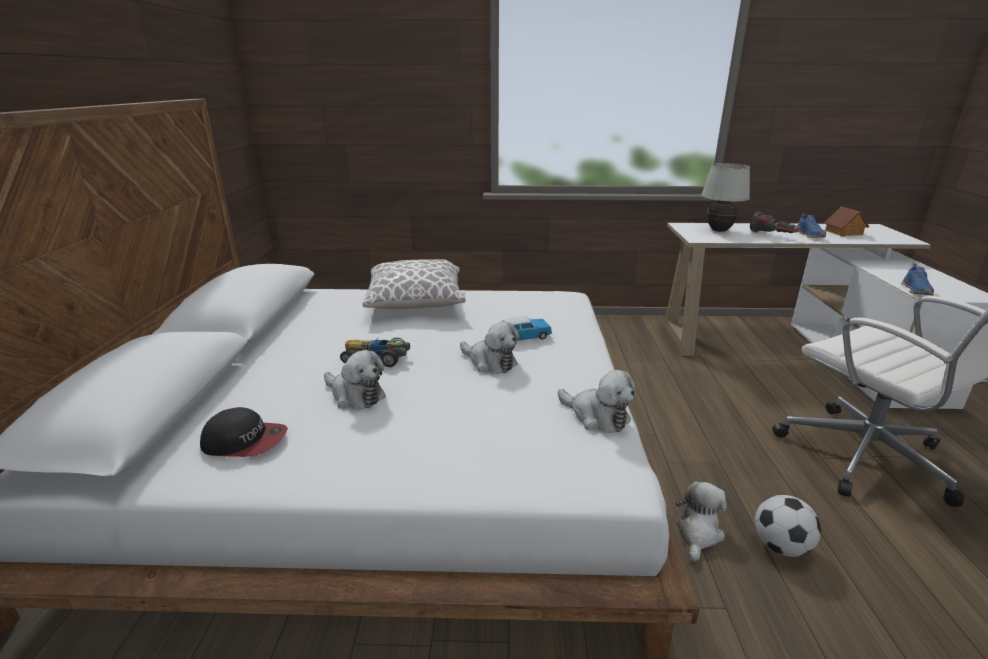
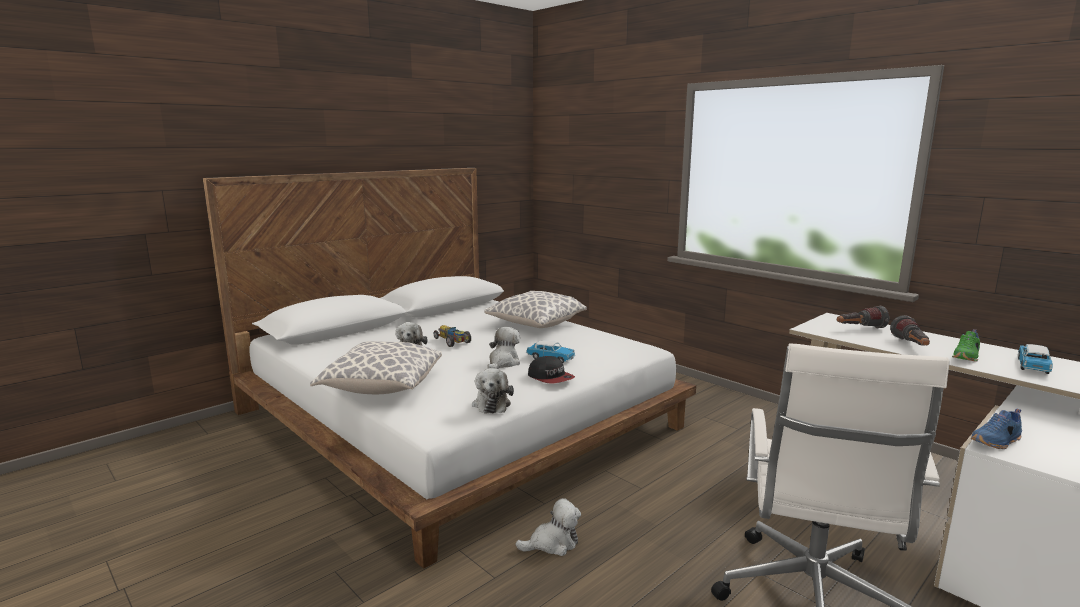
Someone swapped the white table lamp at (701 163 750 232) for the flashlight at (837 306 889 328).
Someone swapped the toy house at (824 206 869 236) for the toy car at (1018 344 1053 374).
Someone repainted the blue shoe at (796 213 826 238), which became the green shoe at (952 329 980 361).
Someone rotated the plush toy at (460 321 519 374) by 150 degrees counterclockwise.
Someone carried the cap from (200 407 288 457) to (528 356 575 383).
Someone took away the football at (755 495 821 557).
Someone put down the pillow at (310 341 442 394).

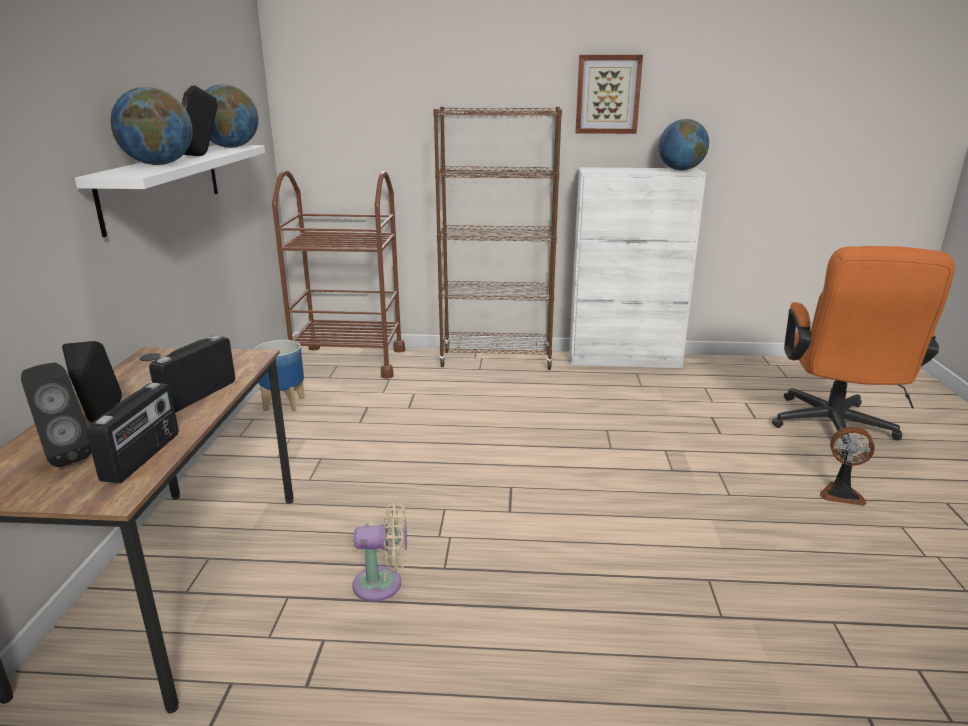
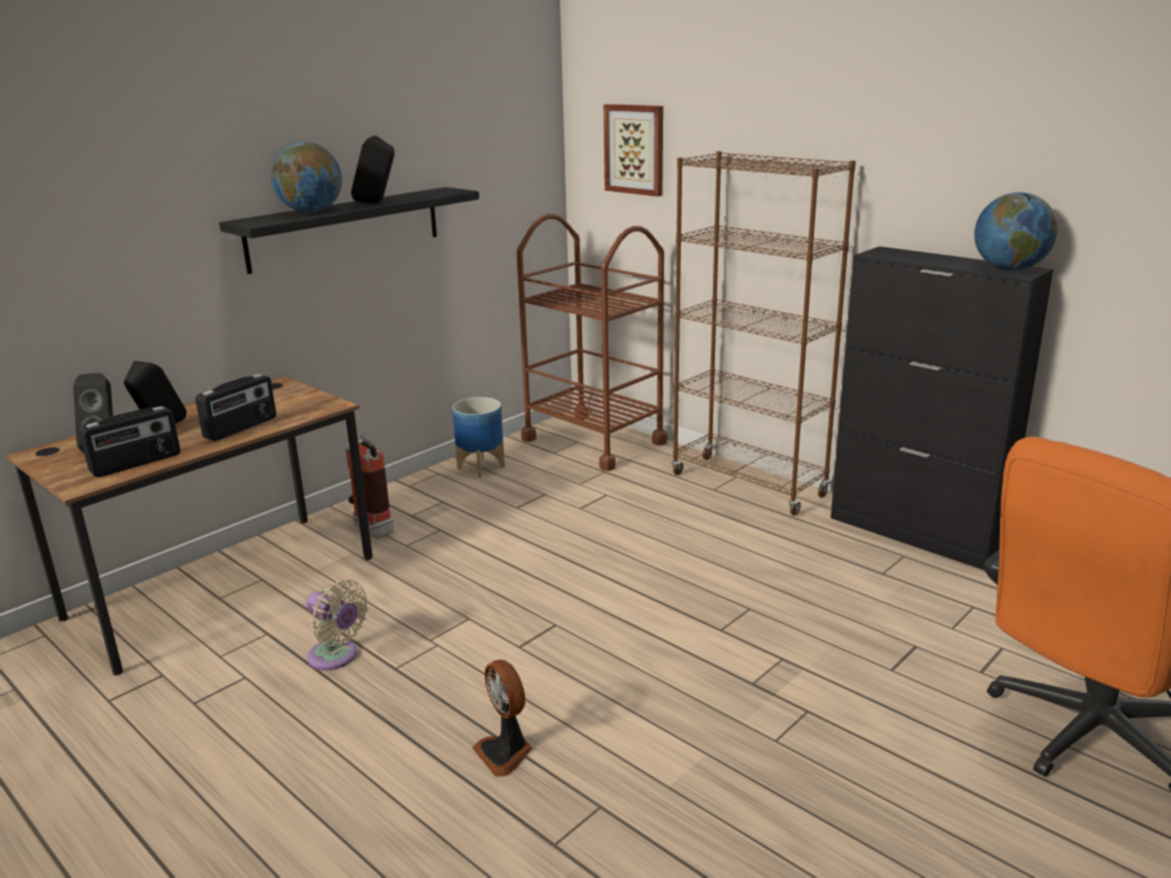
Someone carried the picture from (575 55 643 134) to (604 104 663 197).
Someone took away the globe at (205 84 259 148).
Someone repainted the white shelf at (75 145 265 237), which became the black shelf at (219 187 479 274).
Someone repainted the white cabinet at (569 167 706 368), which became the black cabinet at (831 246 1054 571).
Someone rotated the radio at (149 335 235 413) by 150 degrees clockwise.
Someone carried the fan from (820 427 875 506) to (472 659 532 777).
Someone put down the fire extinguisher at (345 434 394 539).

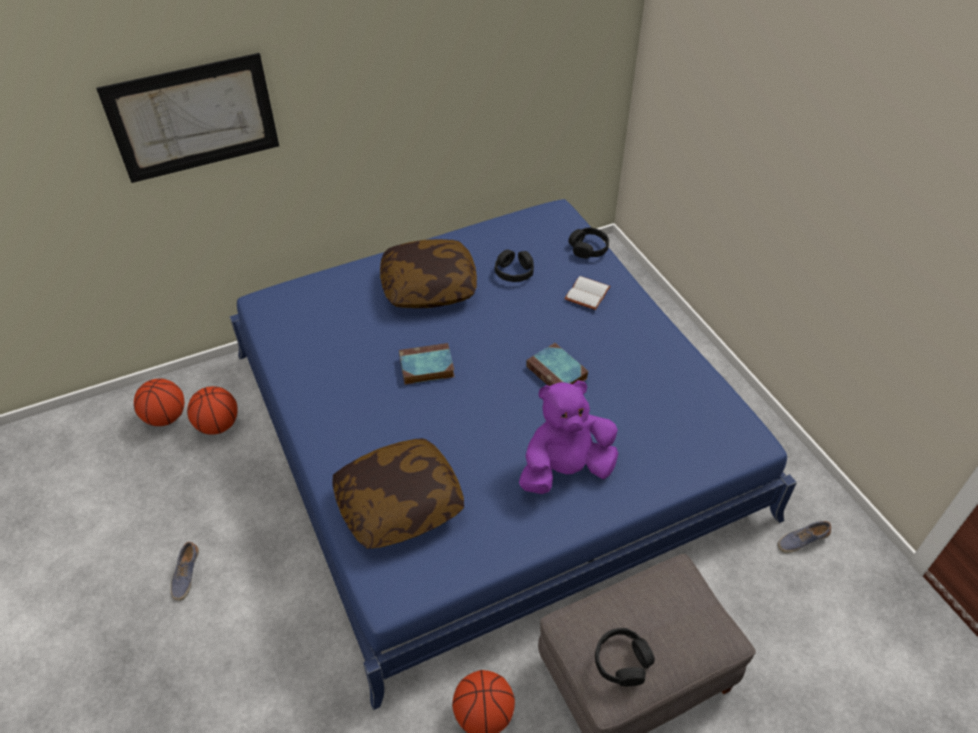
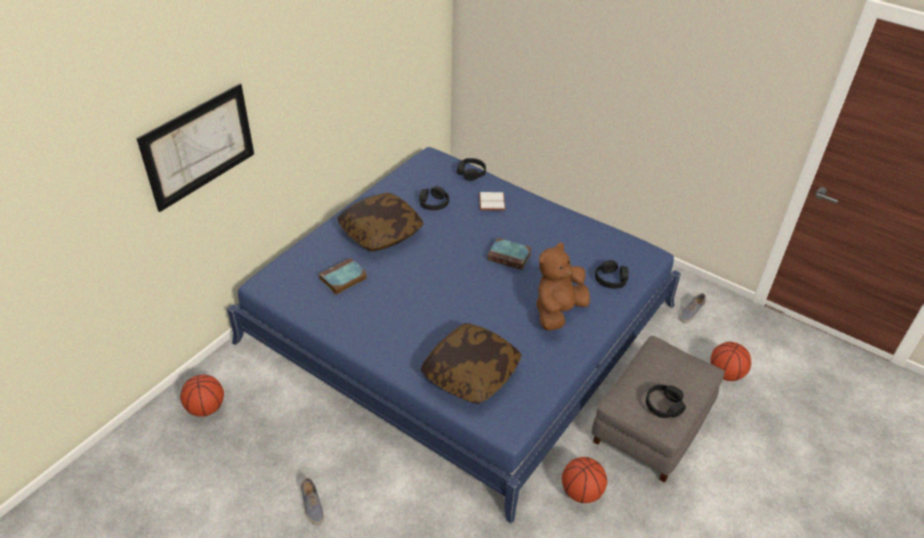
Someone carried the book from (399 343 455 385) to (319 258 367 295).
Someone repainted the purple plush toy at (519 380 618 494), which became the brown plush toy at (537 243 590 331).
Someone carried the basketball from (187 386 238 435) to (710 342 751 381).
Someone put down the black headphones at (595 260 629 289).

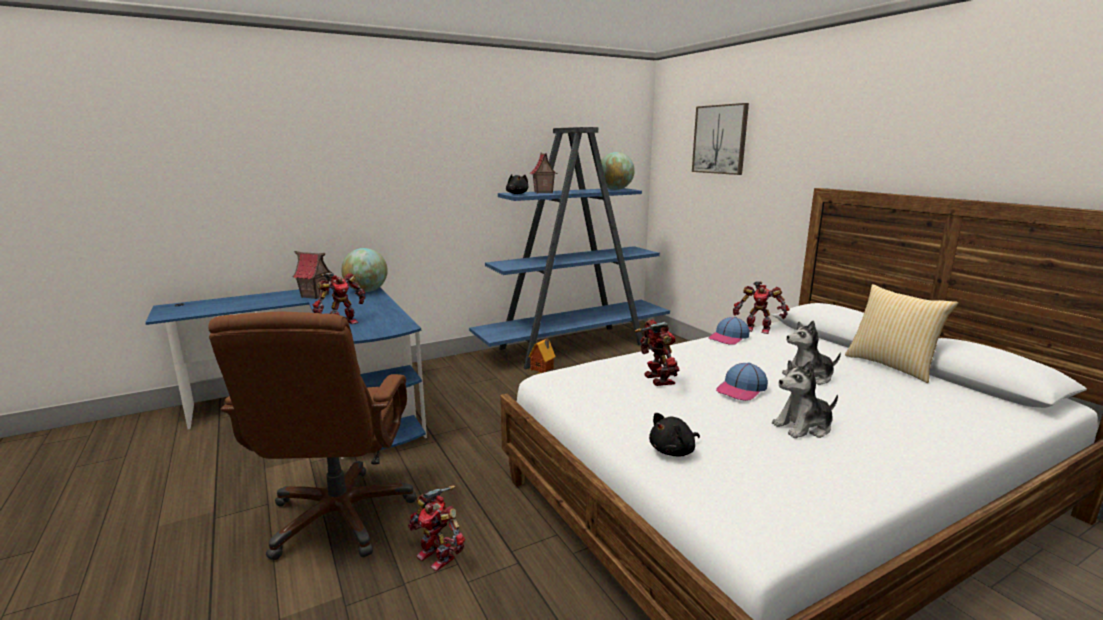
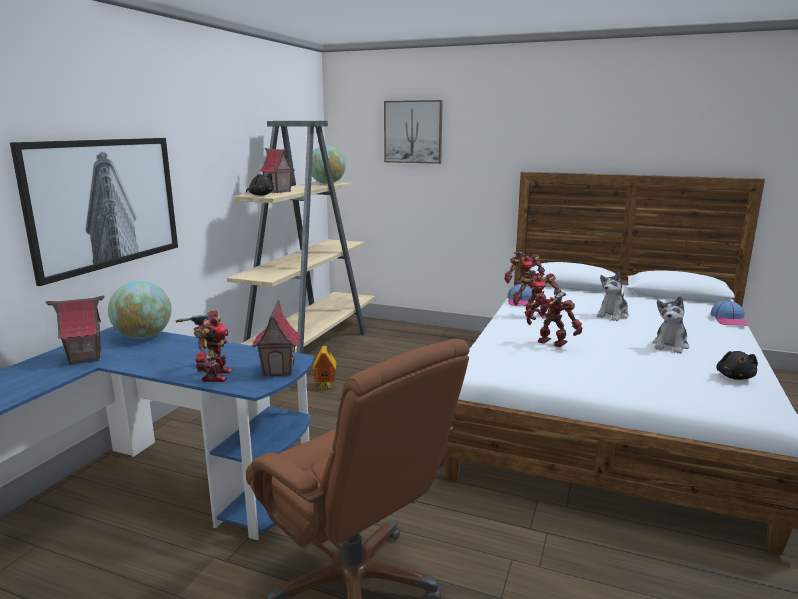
Someone repainted the blue bookcase at (469 127 670 369), which became the beige bookcase at (227 121 375 385).
Someone took away the pillow at (845 284 958 383).
Someone carried the cap from (716 363 768 401) to (711 300 748 326).
Someone carried the black plush toy from (649 413 700 456) to (716 351 758 380).
Someone carried the toy robot from (408 486 465 571) to (513 270 562 319).
Someone put up the picture at (10 138 178 286).
Someone put down the toy house at (252 300 301 377).

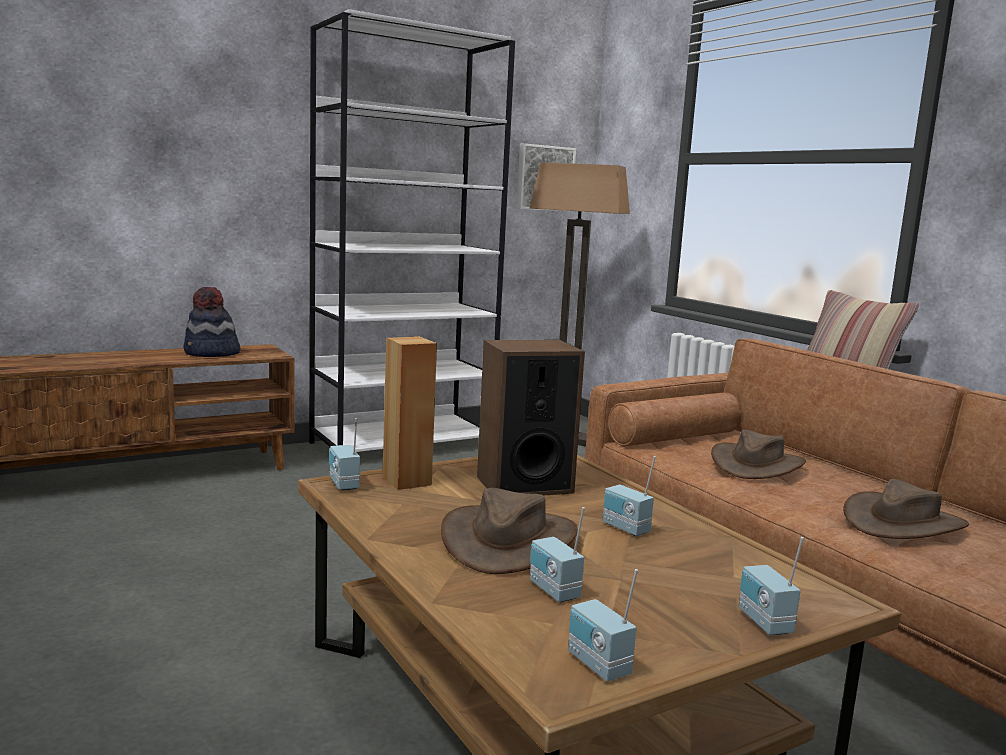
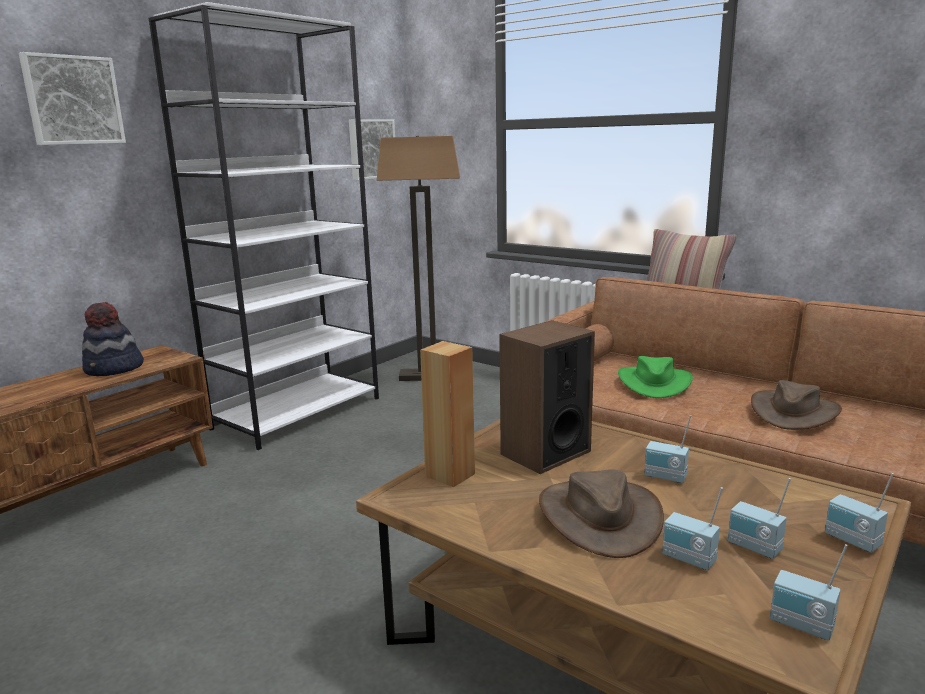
Someone carried the radio from (329 418 360 491) to (728 478 791 559).
Someone repainted the brown hat at (711 430 806 479), which became the green hat at (618 356 693 398).
Someone put up the picture at (19 52 126 145).

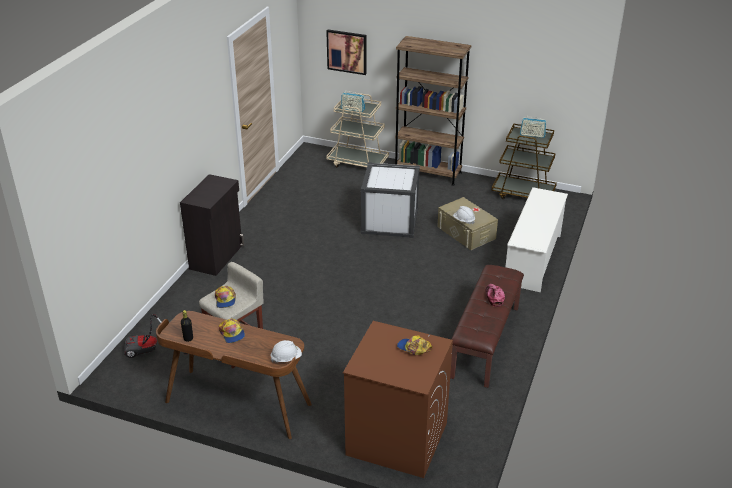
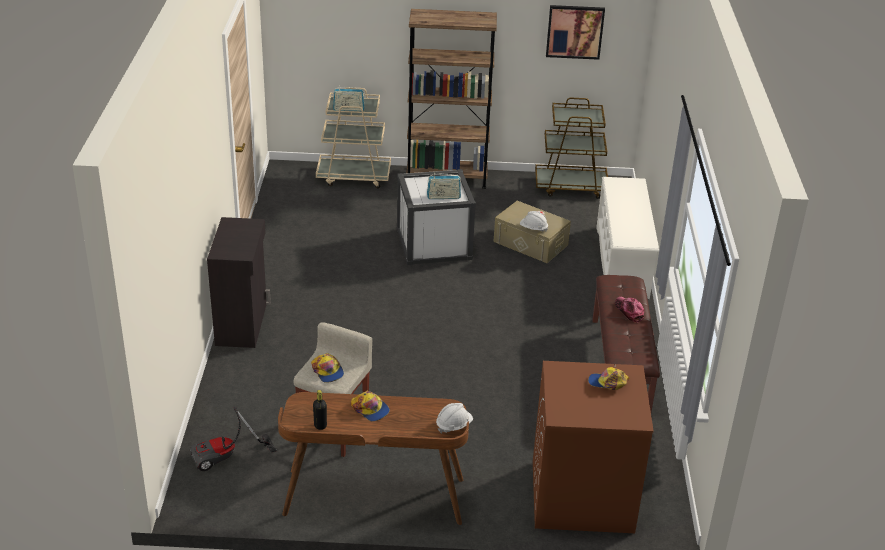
Someone carried the picture from (326 29 366 75) to (546 5 605 60).
Someone carried the radio from (520 115 547 138) to (427 173 461 199).

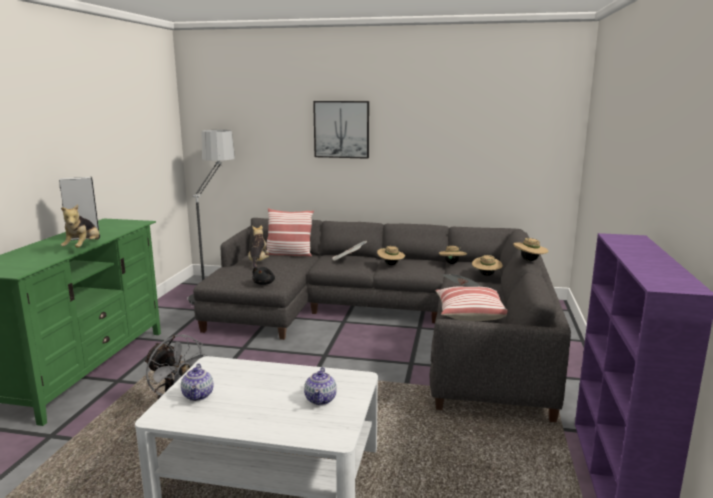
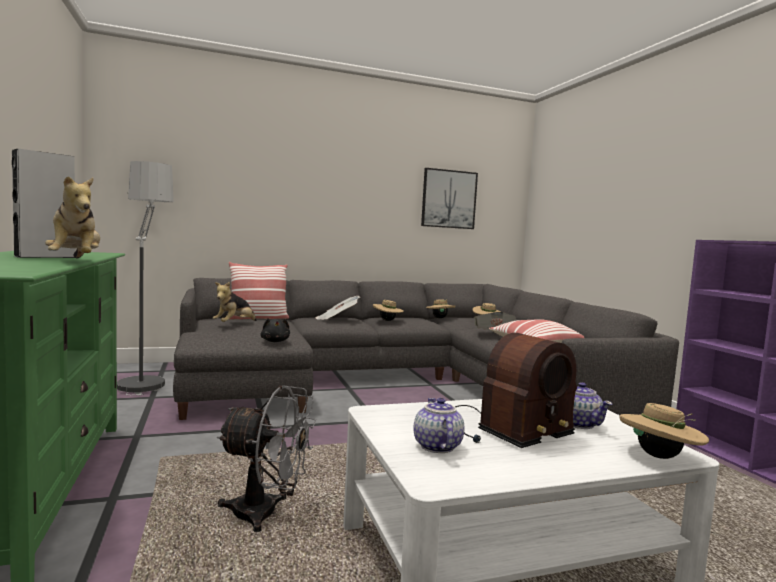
Someone carried the picture from (313 101 369 159) to (421 168 478 229).
Someone rotated the plush toy at (248 225 269 267) by 120 degrees counterclockwise.
Someone carried the beige hat from (513 238 549 261) to (620 403 709 459).
Someone rotated the teapot at (181 364 213 401) by 150 degrees counterclockwise.
Someone put down the radio at (455 333 577 448).

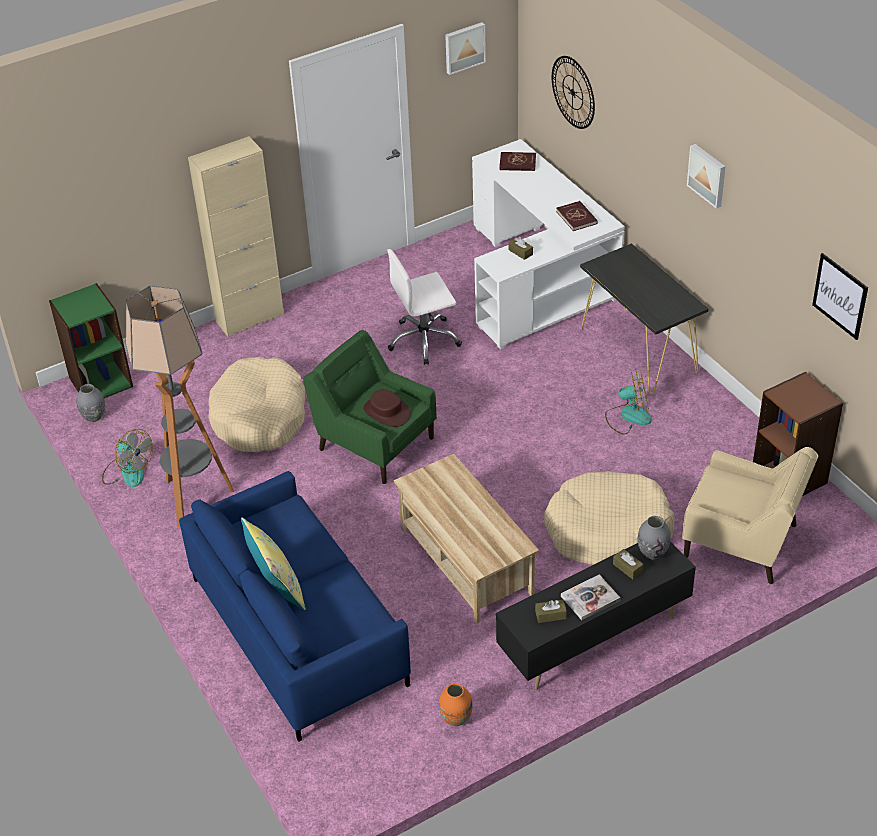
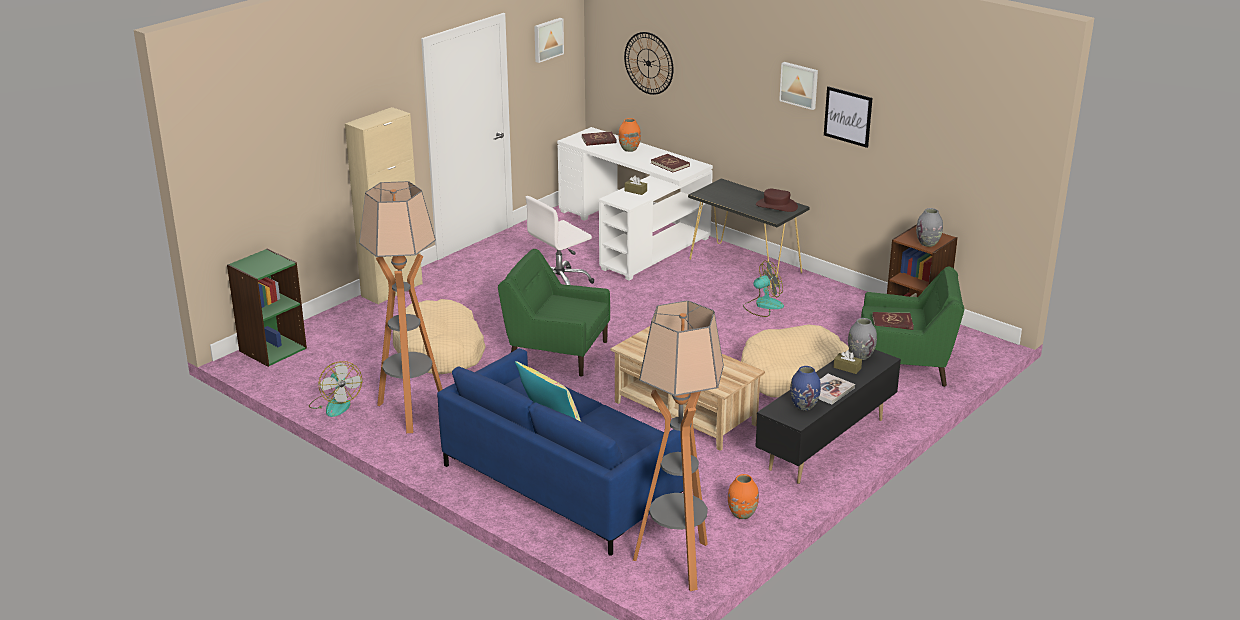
Someone carried the picture from (812 253 868 340) to (824 86 872 148).
Someone carried the grey vase from (76 384 105 422) to (916 208 943 247).
Someone carried the brown hat from (363 389 411 427) to (756 189 798 212).
Someone rotated the fan at (102 429 153 487) by 45 degrees clockwise.
Someone repainted the beige armchair at (682 447 818 584), which became the green armchair at (861 267 964 387).
Someone swapped the brown tissue box at (535 600 567 623) for the blue vase at (790 366 821 410).
Someone put down the orange vase at (619 118 641 152).
Someone put down the floor lamp at (633 300 724 591).
Someone put down the red book at (872 312 914 330).

